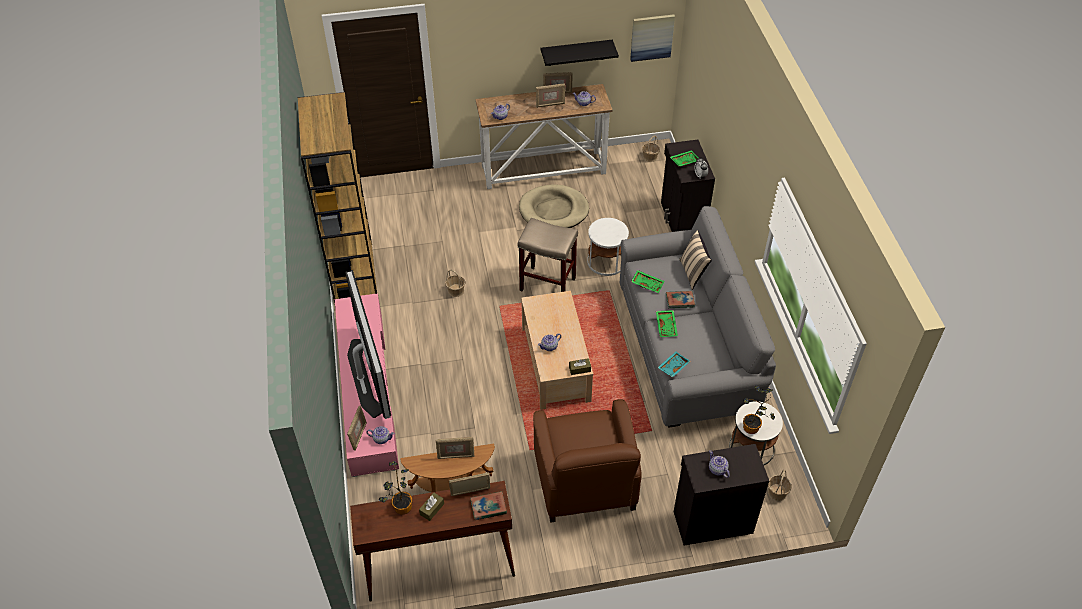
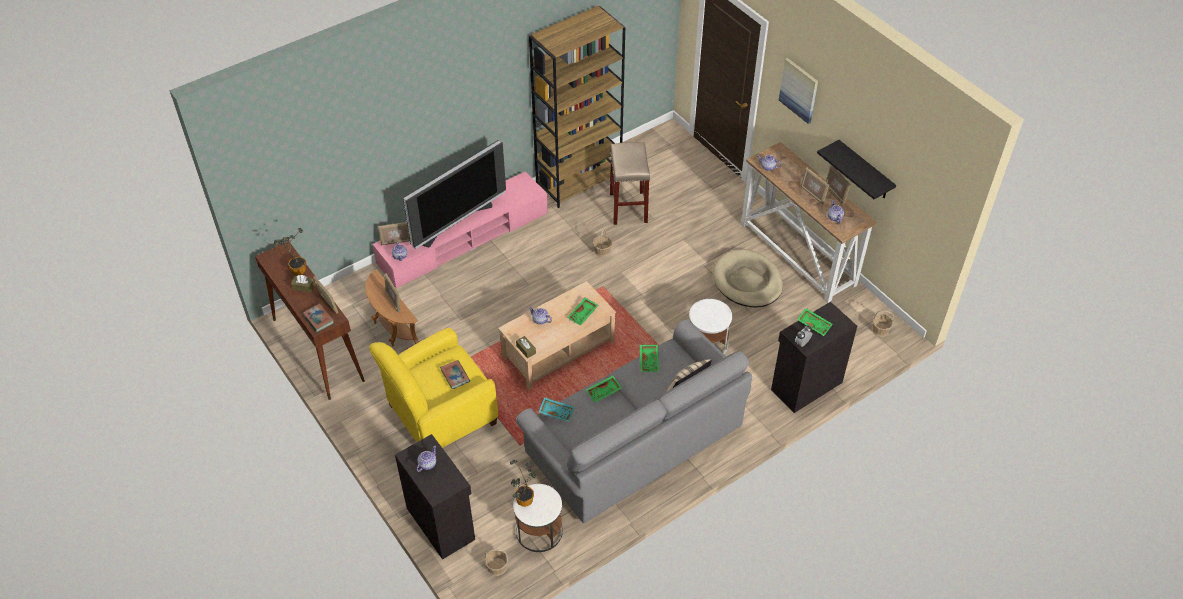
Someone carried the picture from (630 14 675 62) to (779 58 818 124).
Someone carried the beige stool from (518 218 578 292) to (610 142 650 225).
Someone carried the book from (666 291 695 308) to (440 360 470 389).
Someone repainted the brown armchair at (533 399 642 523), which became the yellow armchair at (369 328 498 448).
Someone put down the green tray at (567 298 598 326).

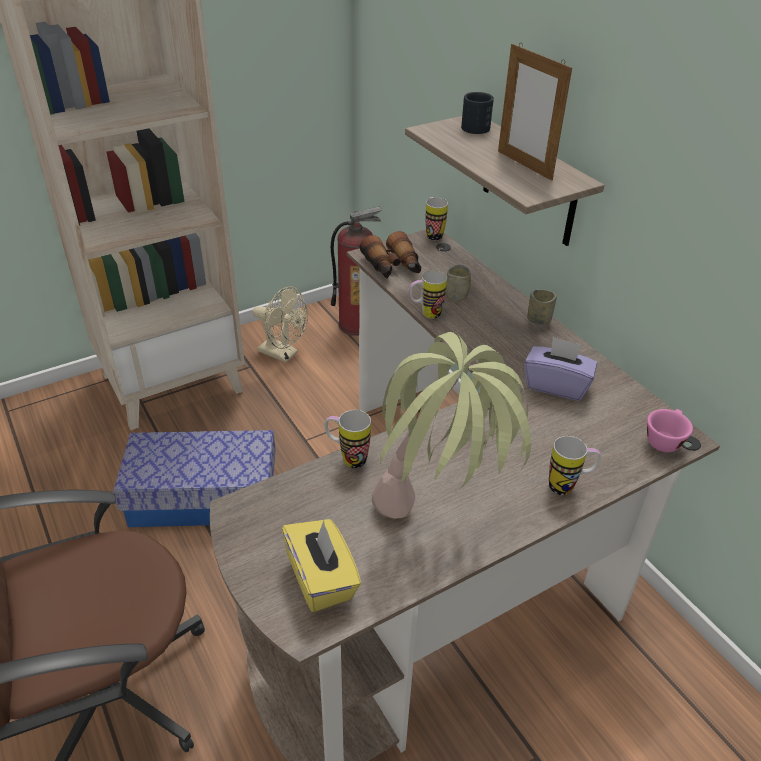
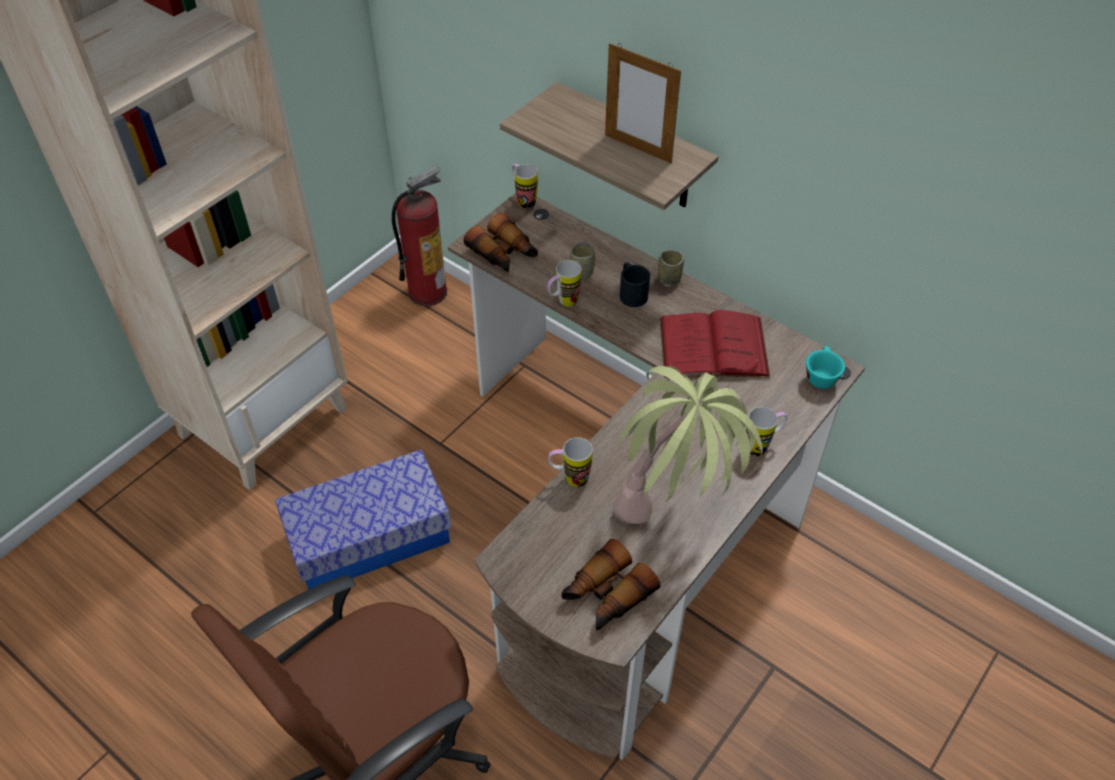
Someone carried the black mug from (461 92 494 134) to (620 262 650 307).
Someone took away the beige fan at (252 286 308 363).
Someone swapped the purple tissue box at (524 337 597 401) for the red book at (659 310 770 378).
Someone repainted the pink cup at (647 409 693 452), which became the turquoise cup at (806 346 845 389).
Someone swapped the yellow tissue box at (281 519 361 612) for the binoculars at (562 539 660 630).

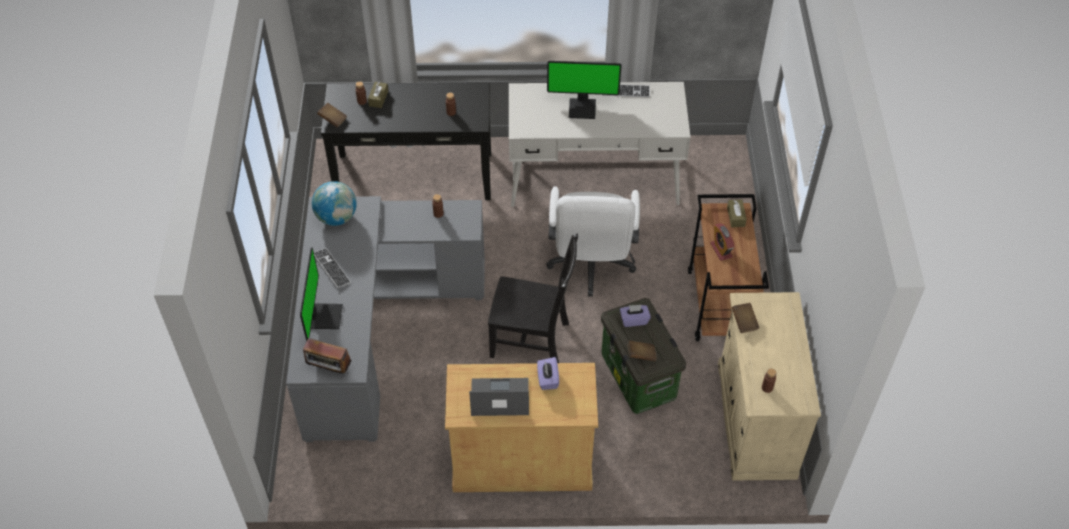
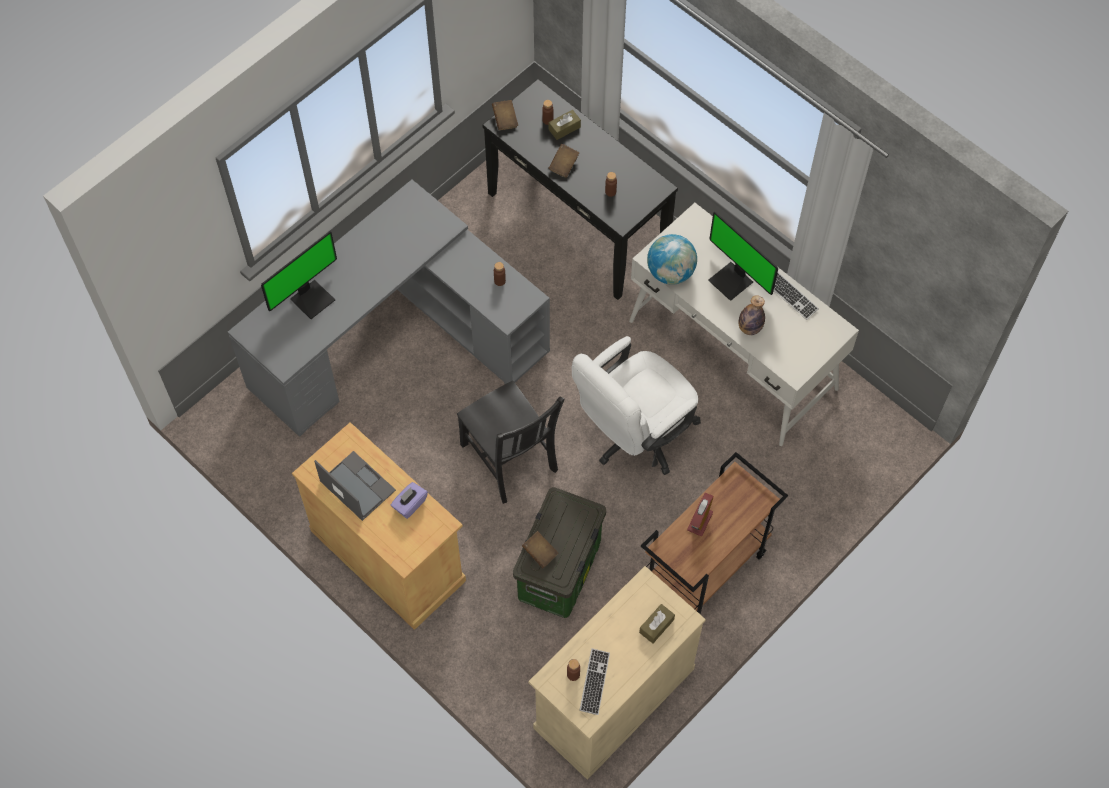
Someone carried the globe from (312 181 357 226) to (647 234 697 285).
Someone carried the brown tissue box from (727 200 747 227) to (639 604 675 644).
Someone carried the keyboard from (314 248 351 288) to (579 648 610 715).
Someone carried the brown book from (731 303 759 333) to (548 144 580 178).
Someone took away the purple tissue box at (620 305 651 327).
Someone took away the radio at (303 338 352 376).
Someone put down the bottle at (738 295 765 335).

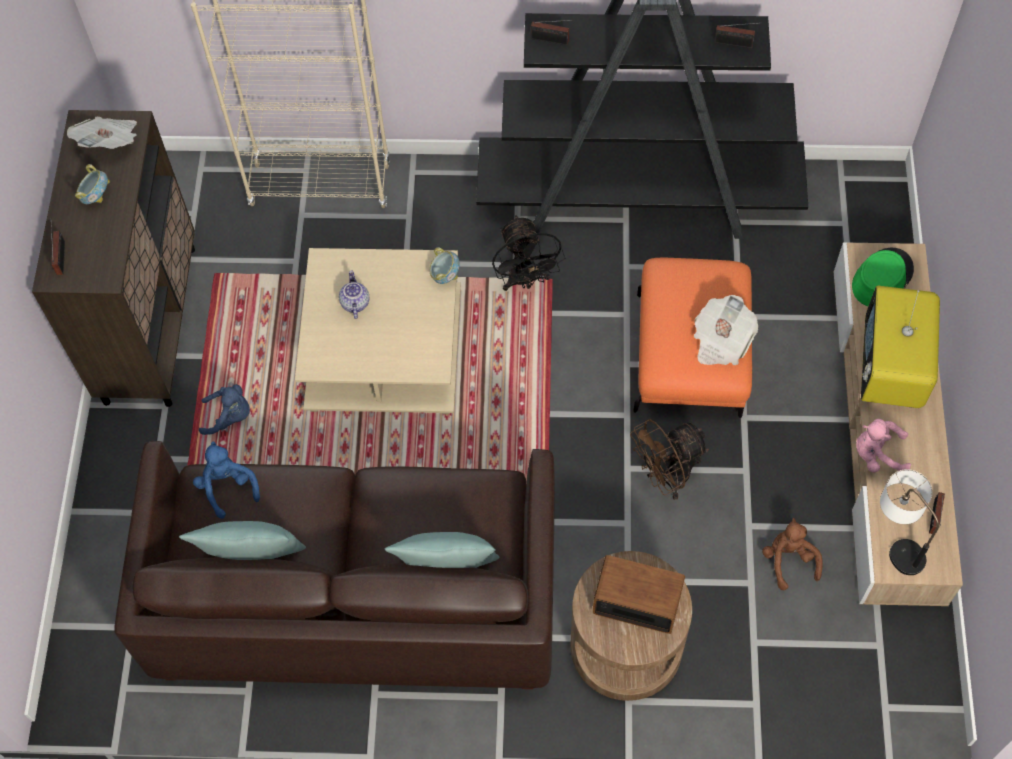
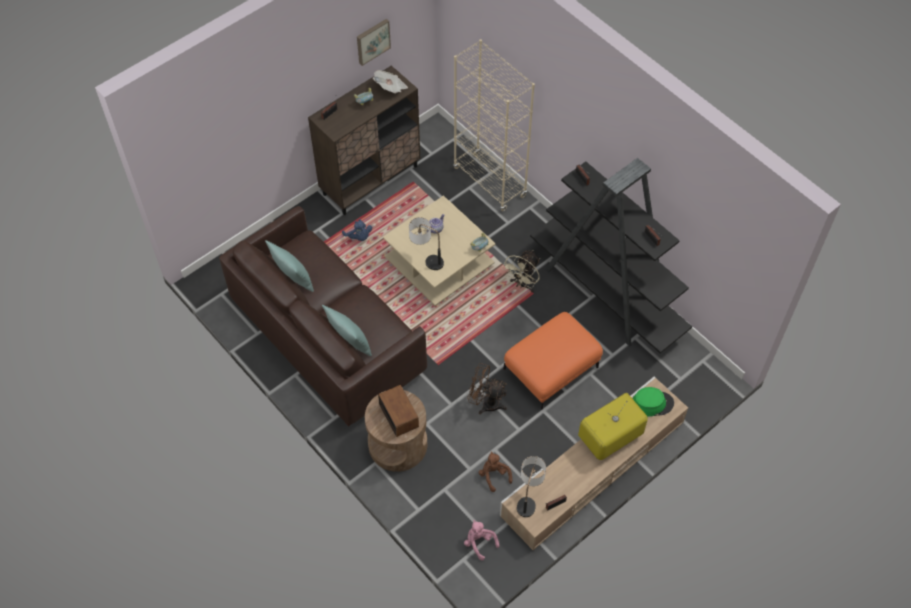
Someone repainted the black fan at (492 215 565 291), which became the beige fan at (502 250 540 292).
Someone took away the newspaper at (694 295 758 365).
Someone carried the pink plush toy from (856 419 911 473) to (464 520 500 560).
Someone took away the blue plush toy at (193 441 260 519).
Someone rotated the brown plush toy at (762 518 823 590) by 60 degrees counterclockwise.
Someone put up the picture at (357 19 391 66).
Someone put down the table lamp at (409 217 444 270).

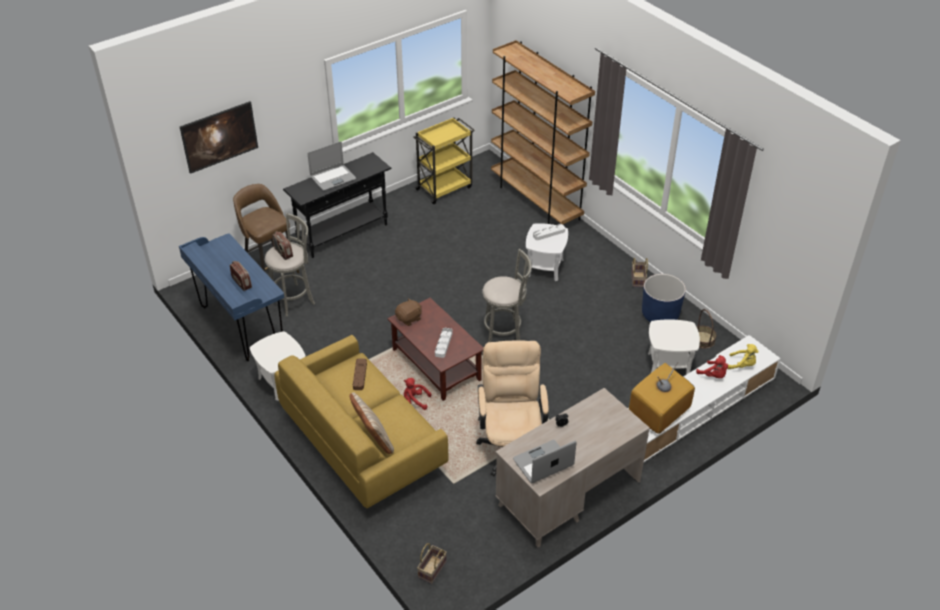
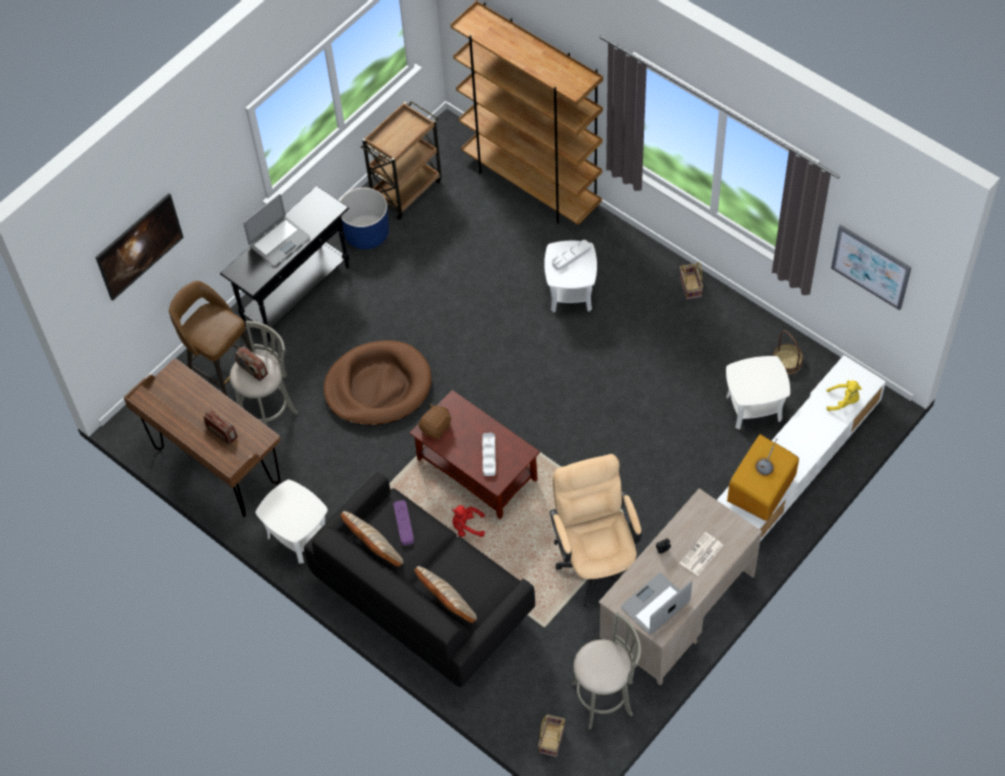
Someone repainted the yellow cart at (413 117 474 204), which became the brown cart at (361 101 442 220).
Someone repainted the blue desk at (179 233 284 361), which became the brown desk at (124 359 280 517).
Someone carried the grey stool from (482 249 531 342) to (572 612 641 730).
Someone carried the blue planter from (642 274 686 322) to (340 188 389 249).
Someone repainted the yellow sofa at (274 335 448 508), which became the black sofa at (304 472 535 687).
Someone took away the red plush toy at (696 355 728 378).
Someone repainted the brown tray at (353 358 367 390), which became the purple tray at (394 500 414 545).
Someone put up the picture at (831 225 911 310).
Someone put down the brown dog bed at (324 340 431 426).
Someone put down the beige pillow at (341 511 403 567).
Someone put down the newspaper at (679 532 723 576).

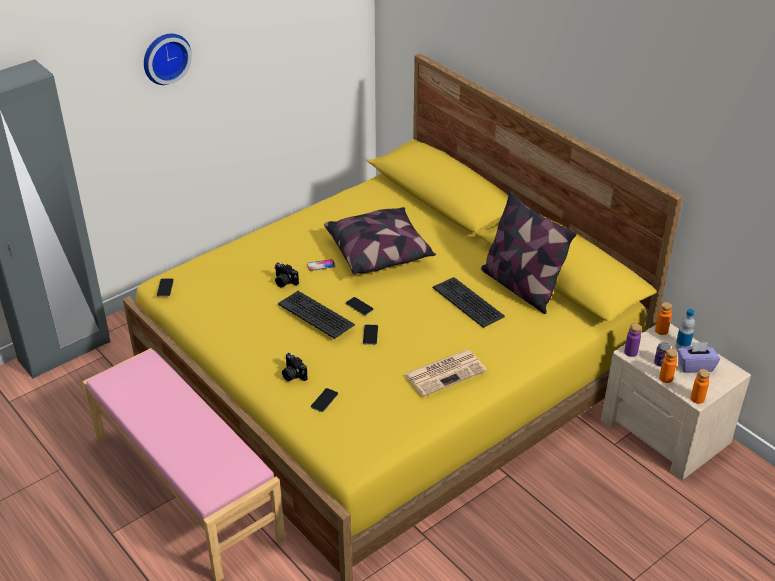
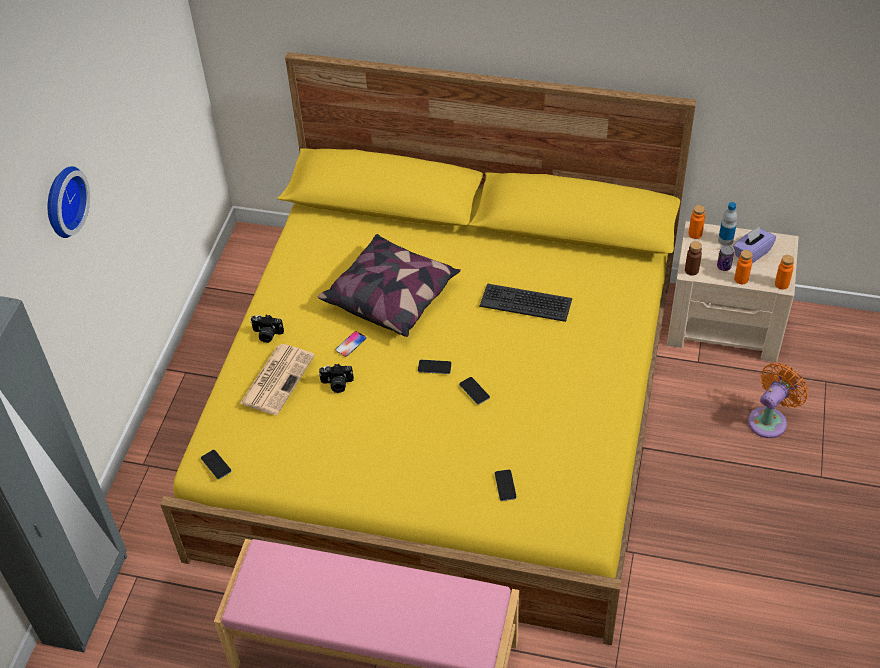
Someone took away the pillow at (481 191 577 314).
Someone took away the keyboard at (278 291 355 339).
Someone repainted the purple bottle at (624 323 641 357), which became the brown bottle at (685 241 702 276).
Someone carried the newspaper from (403 350 487 397) to (240 344 315 415).
Someone carried the photo camera from (282 353 308 381) to (250 315 284 343).
Someone put down the orange fan at (748 363 808 438).

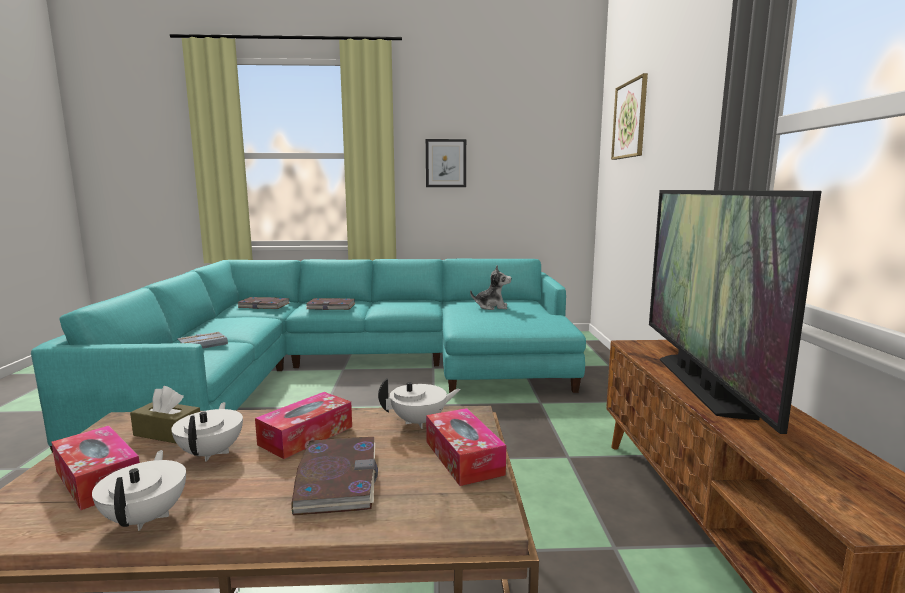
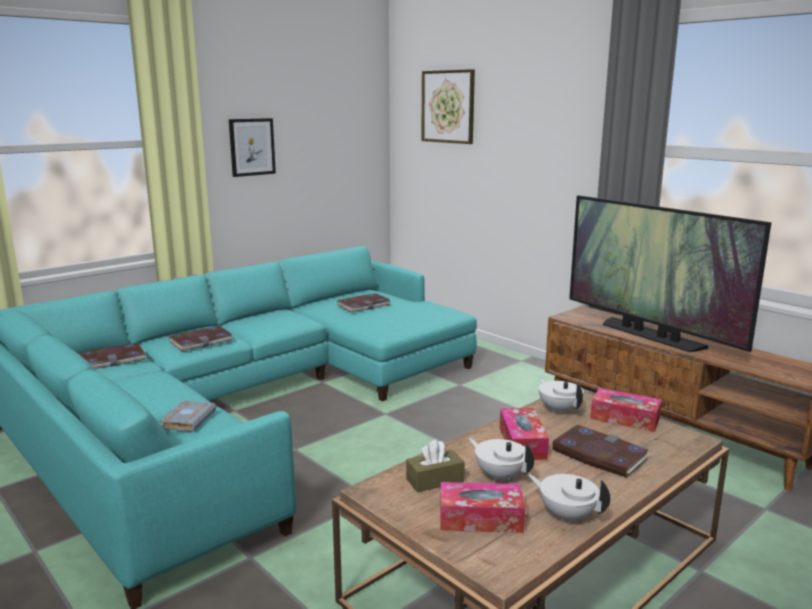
Someone swapped the plush toy at (470 265 511 310) for the book at (337 293 390 312).
Someone rotated the white teapot at (378 378 461 429) by 60 degrees counterclockwise.

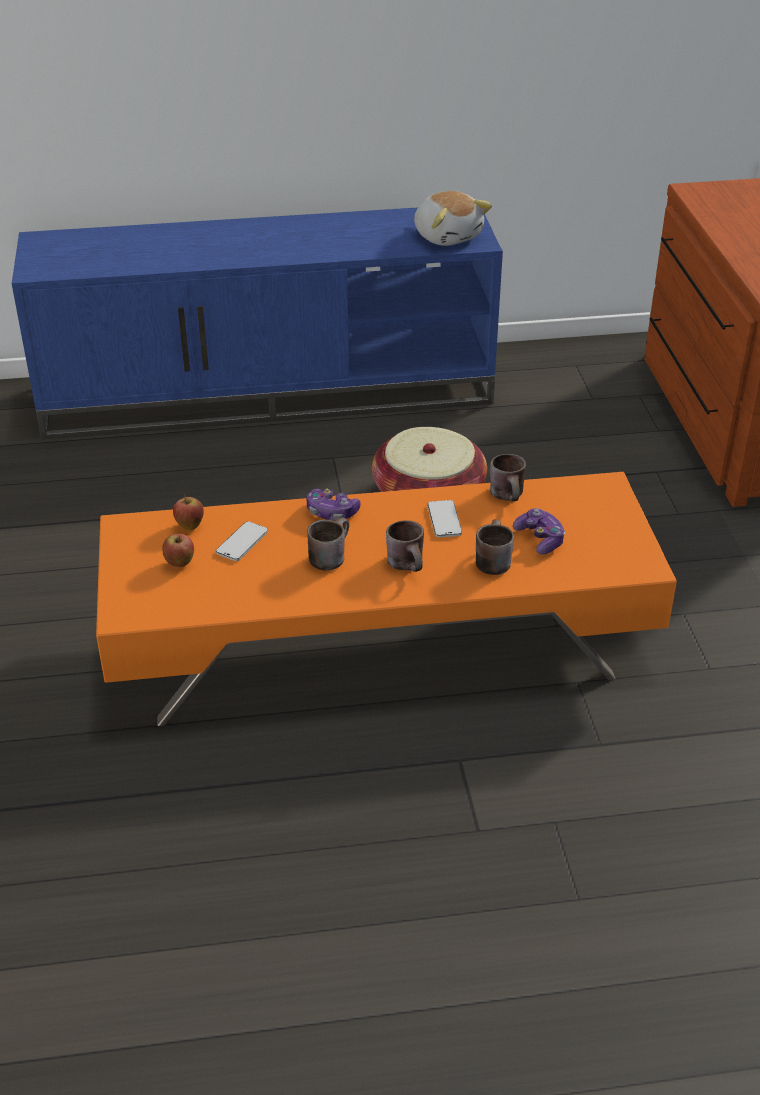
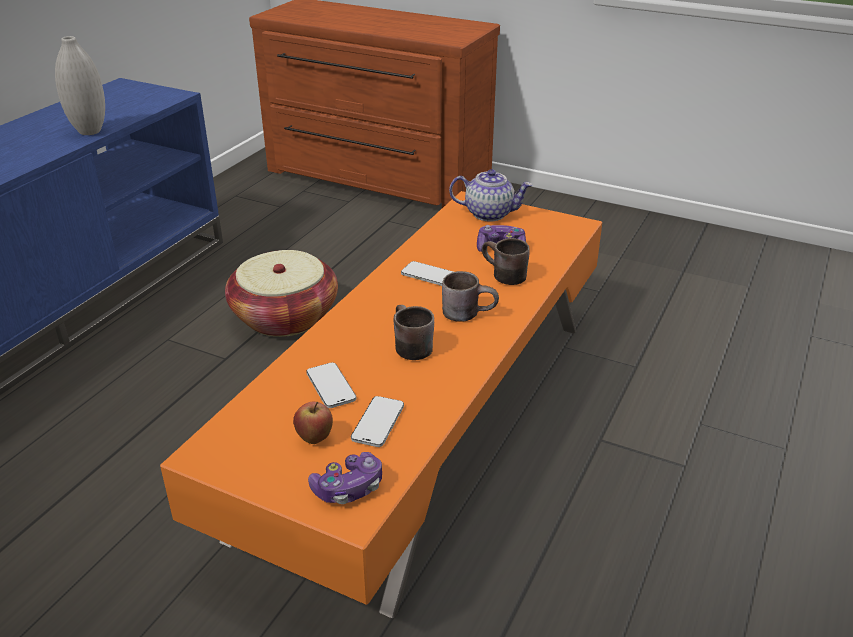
Someone took away the plush toy at (414 191 492 246).
Someone took away the brown mug at (490 454 526 502).
Someone carried the game controller from (306 489 361 520) to (308 452 382 504).
Someone took away the apple at (173 494 204 530).
Someone put down the white vase at (55 36 105 135).
Someone put down the teapot at (449 169 533 221).
Someone put down the phone at (351 396 404 447).

